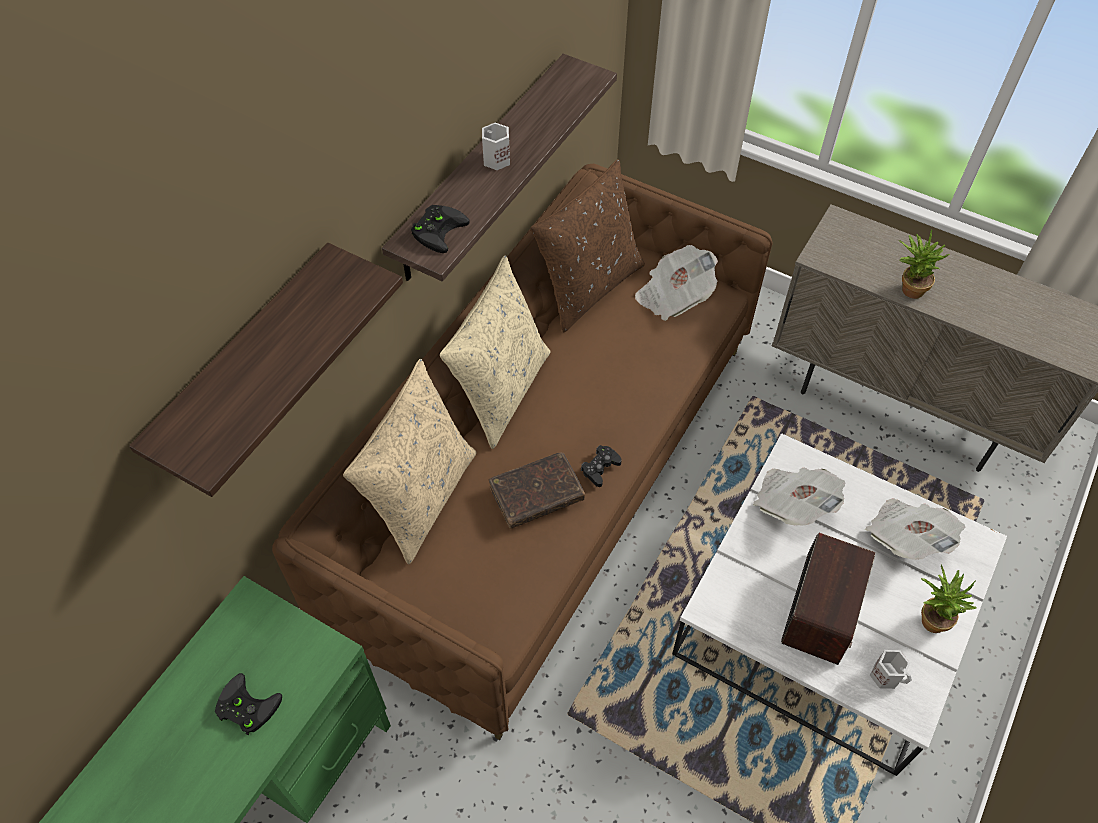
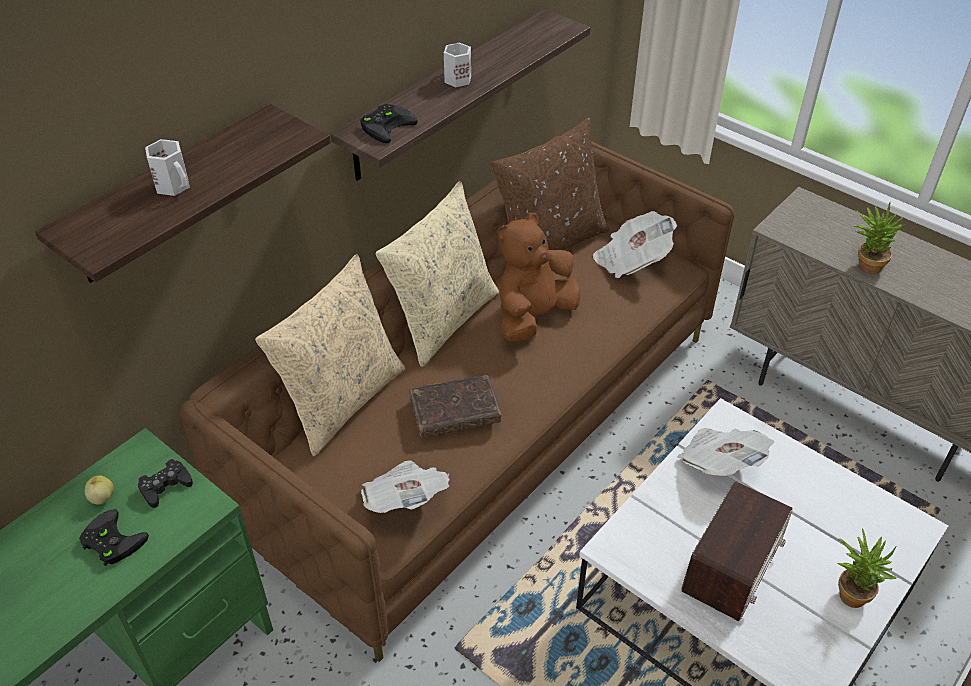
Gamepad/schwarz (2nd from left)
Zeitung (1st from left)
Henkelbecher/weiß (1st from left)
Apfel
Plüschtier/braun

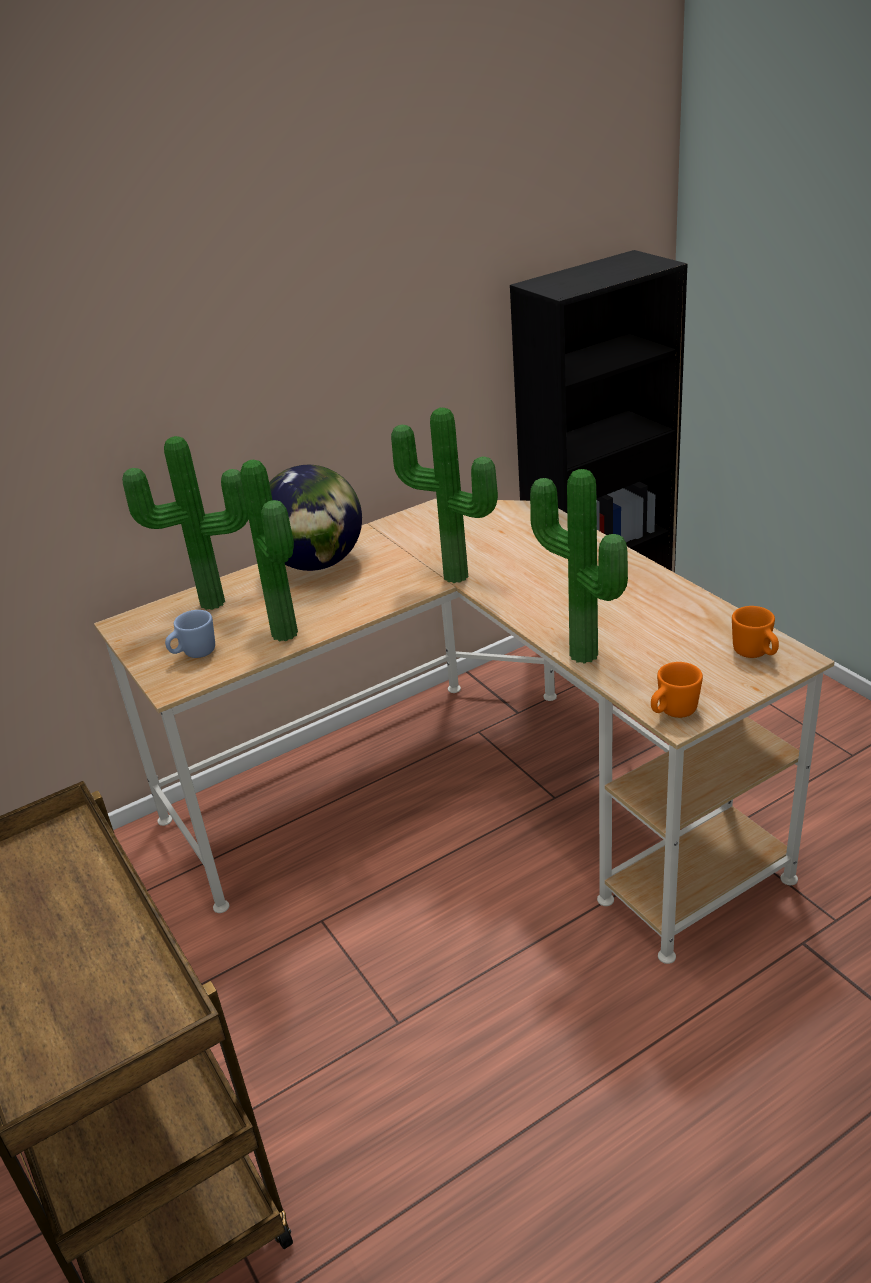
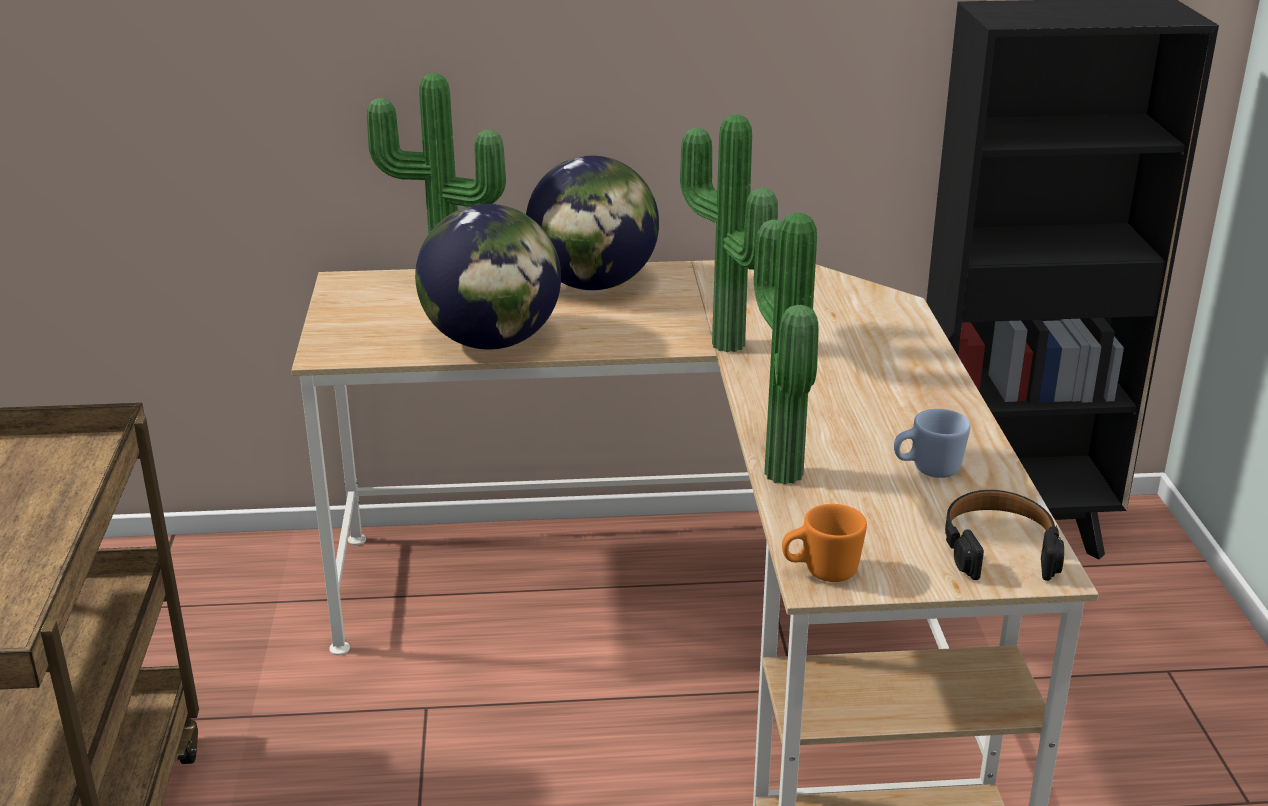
Henkelbecher/blau
Globus (1st from left)
Kopfhörer/schwarz

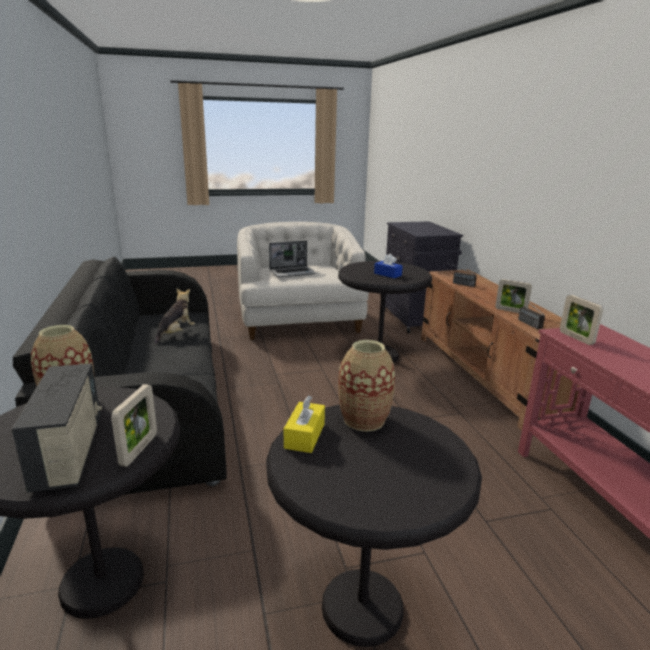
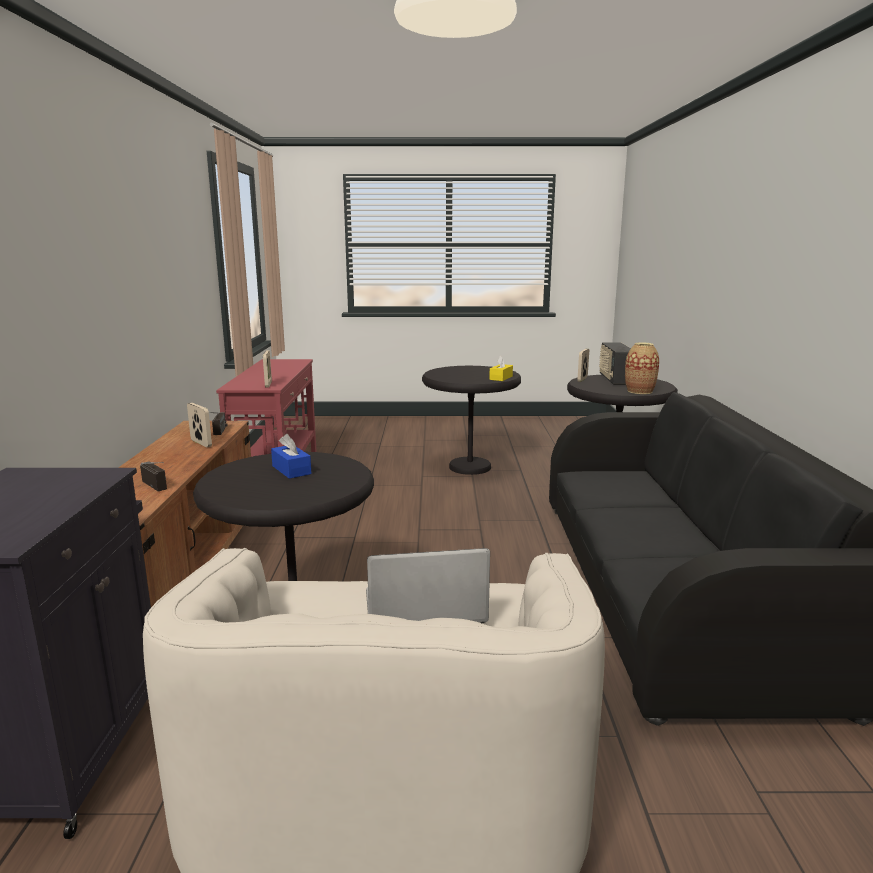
Plüschtier
Vase (2nd from left in the first image)

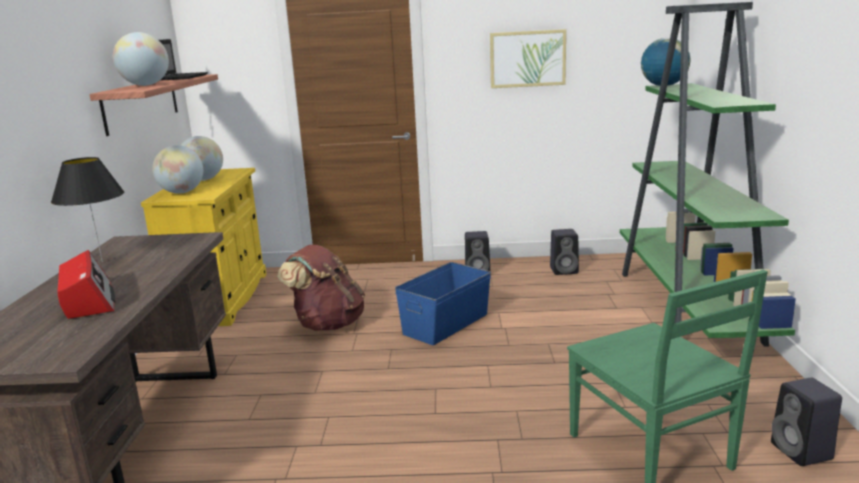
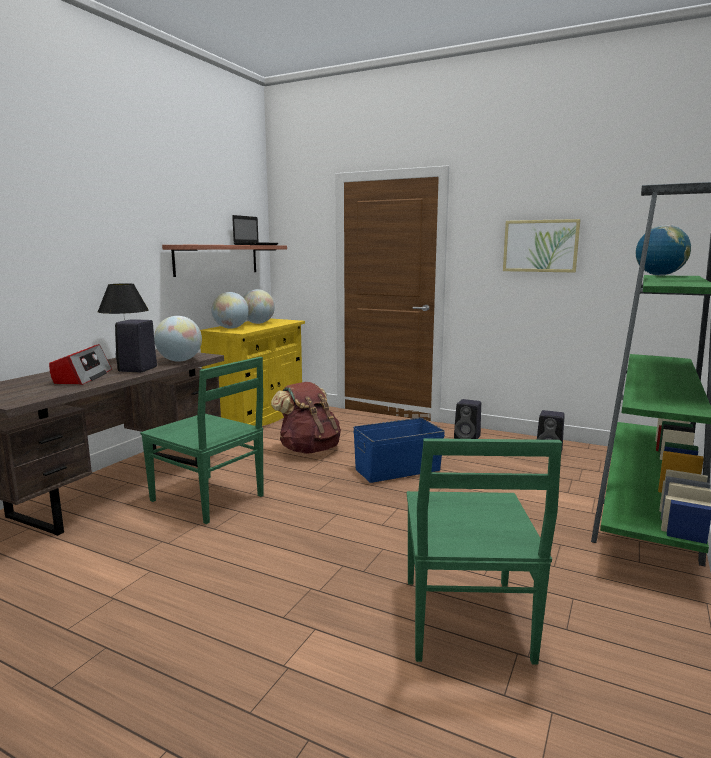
Globus (1st from left)
Lautsprecher/schwarz (1st from left)
Stuhl/grün (1st from left)

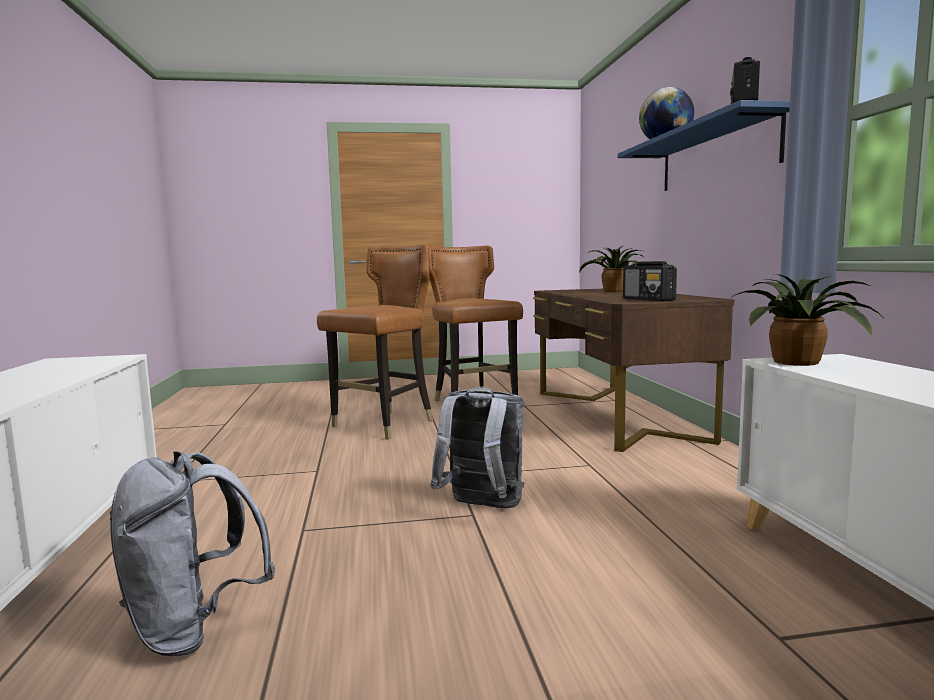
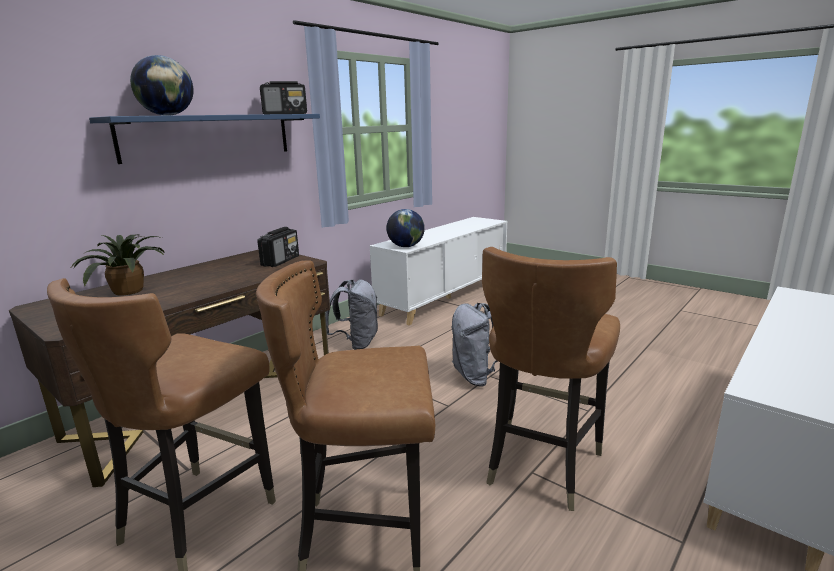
Rucksack/grau (1st from left)
Globus (2nd from left)
Stuhl/braun (3rd from left)

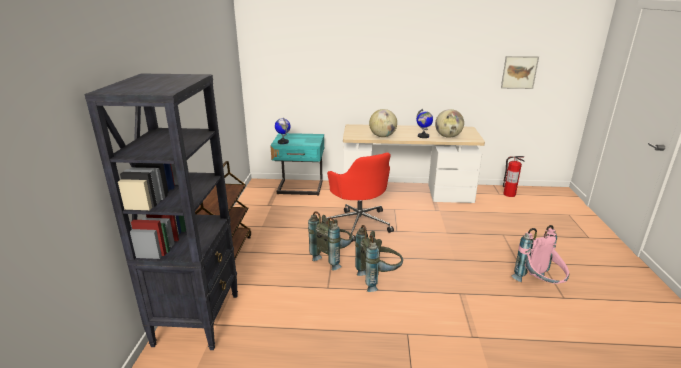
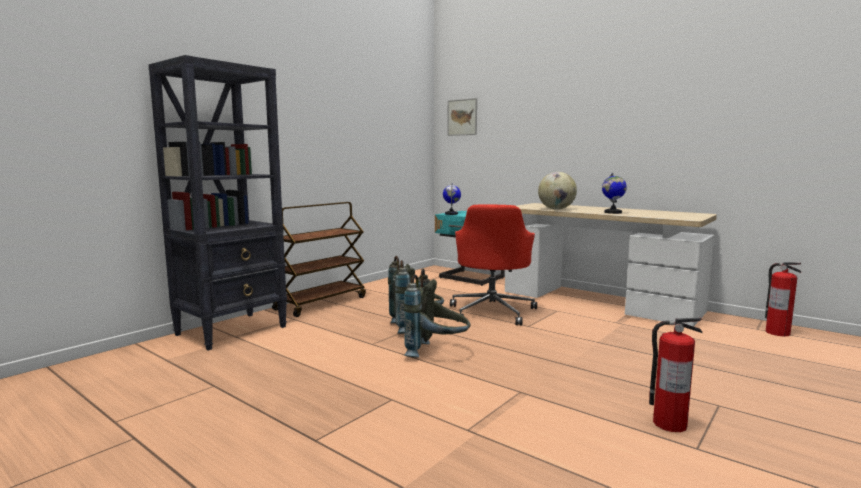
Globus (4th from left in the first image)
Bild
Feuerlöscher (1st from left)

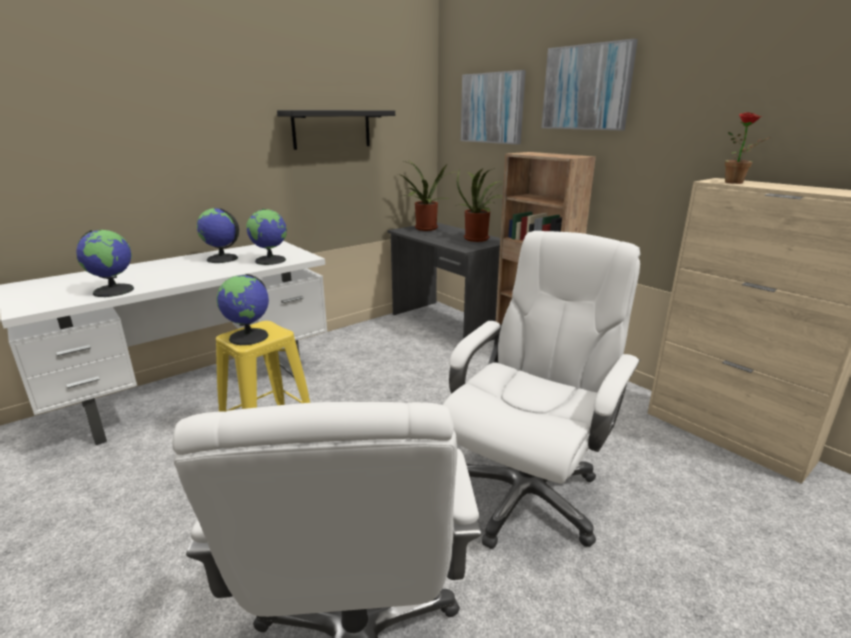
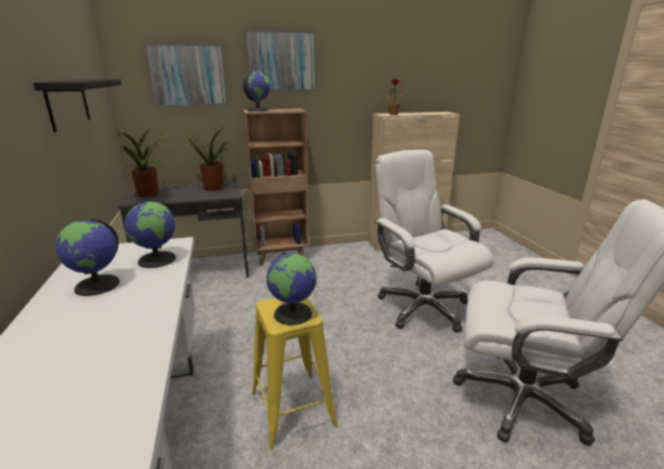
Globus (3rd from left)

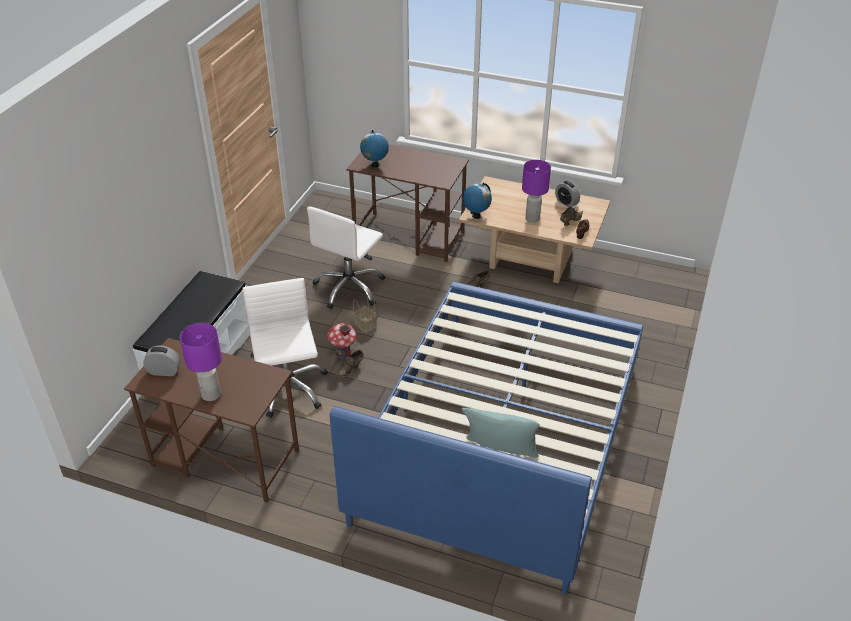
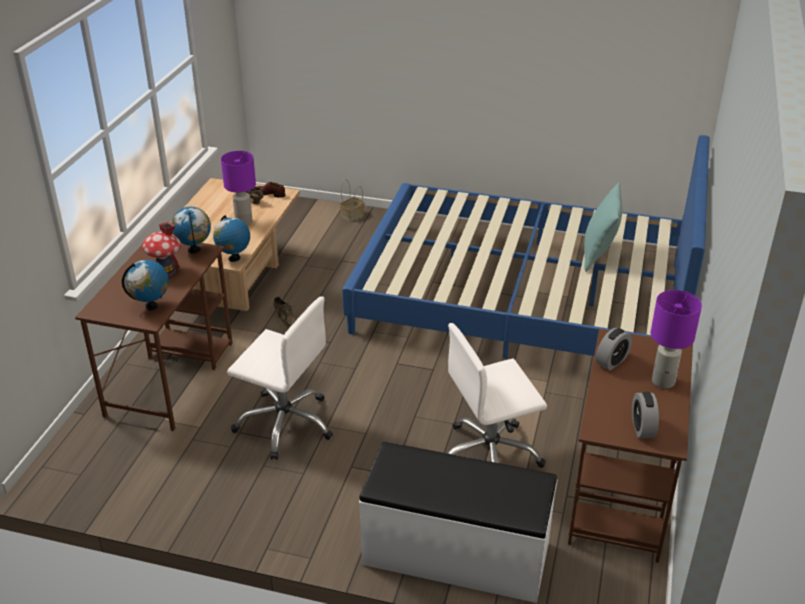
Spielzeughaus
Schuh/braun (1st from left in the first image)
Korb
Wecker (1st from left)
Globus (2nd from left)

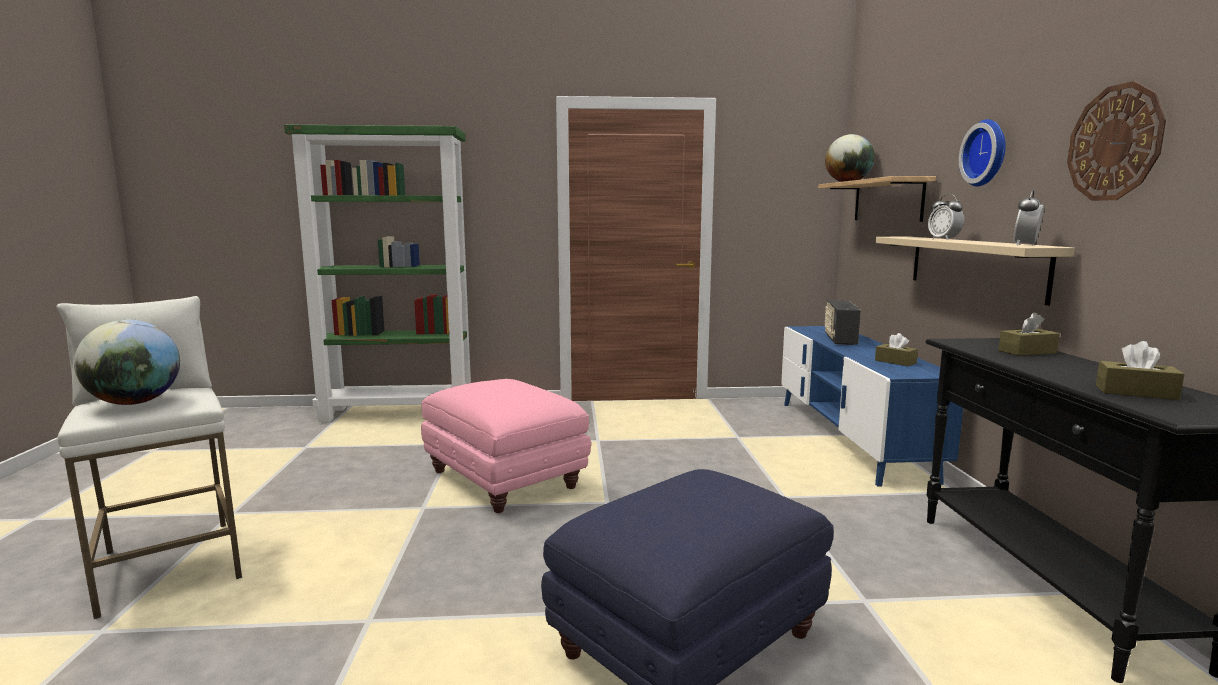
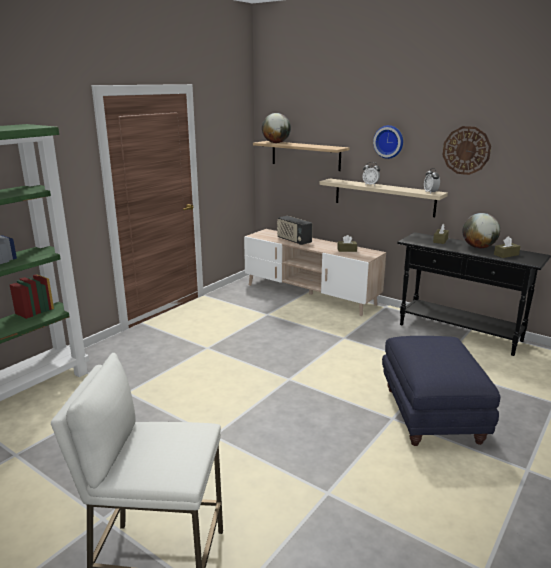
Globus (2nd from left)
Polsterhocker/rosa
Fernsehschrank/beige

